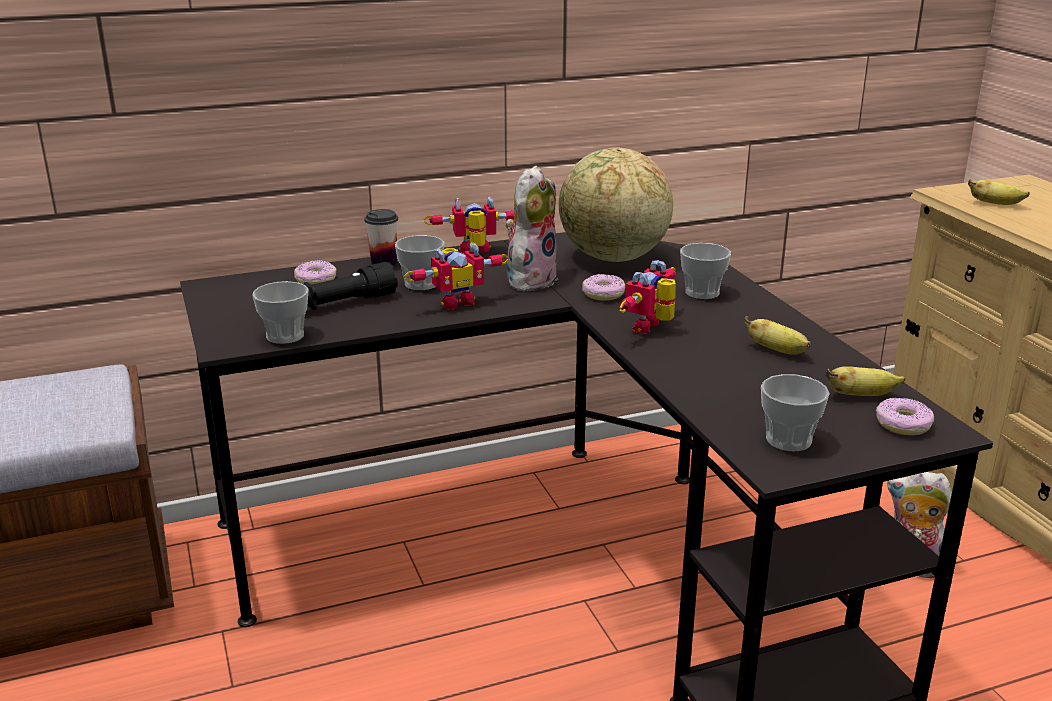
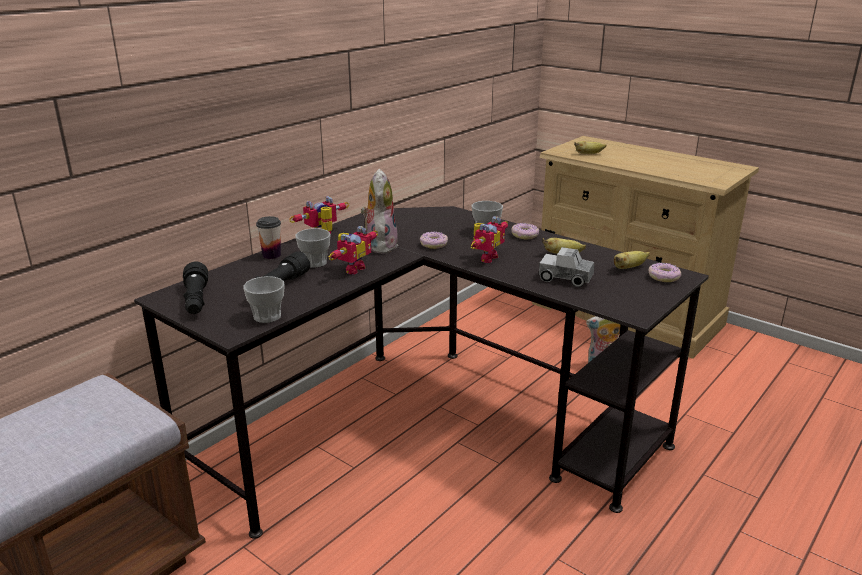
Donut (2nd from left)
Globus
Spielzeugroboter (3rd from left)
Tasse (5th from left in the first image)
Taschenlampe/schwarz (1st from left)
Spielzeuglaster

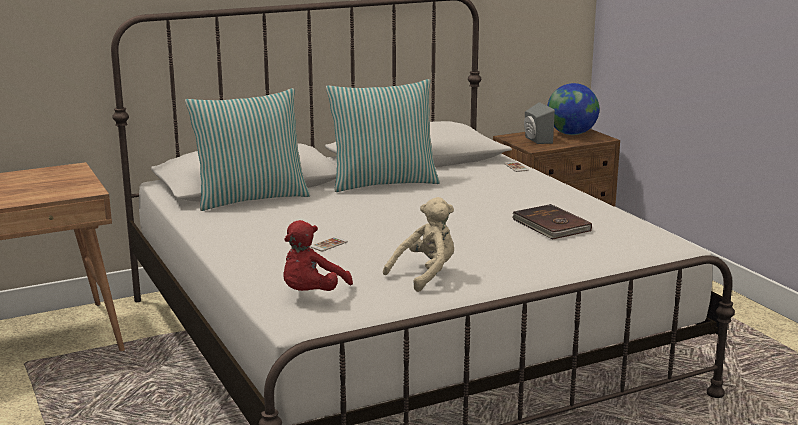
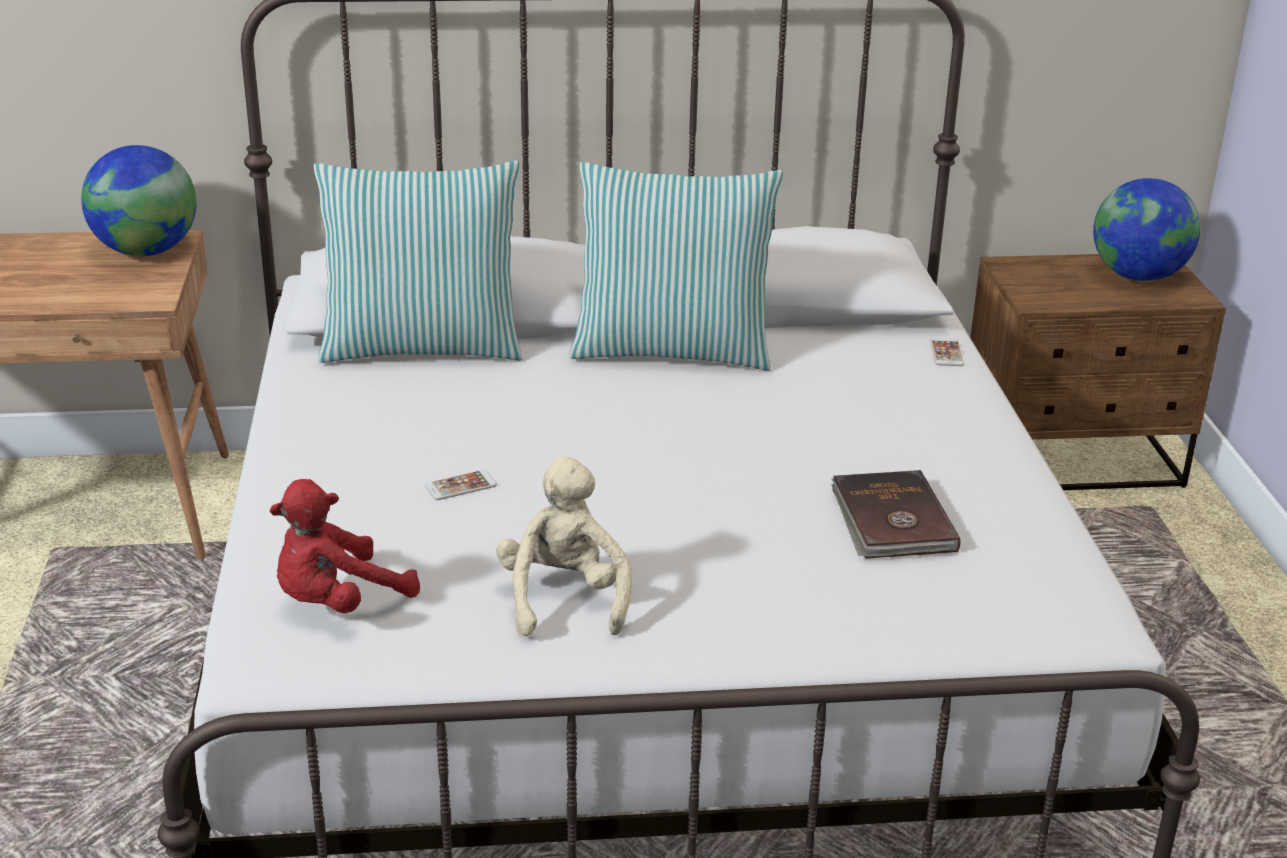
Plüschtier/beige
Lautsprecher/grau
Globus (1st from left)

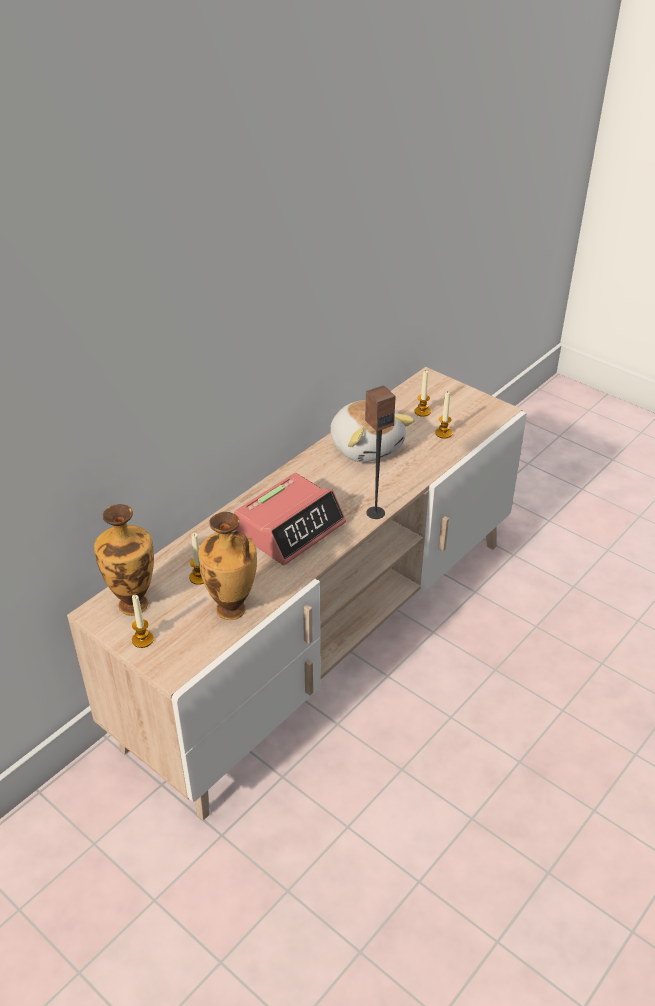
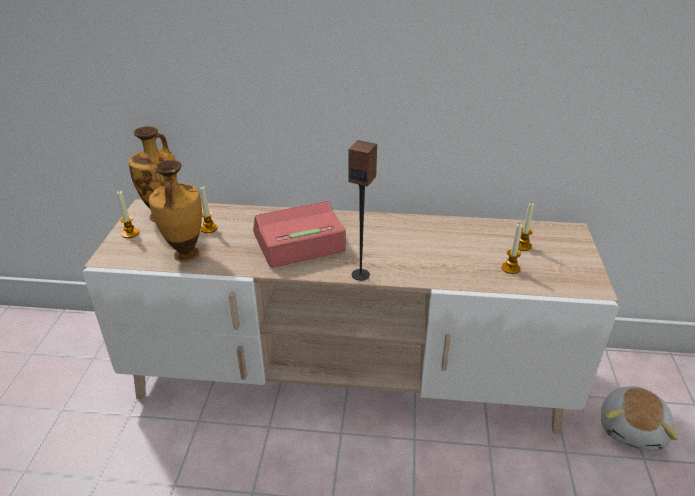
Wecker
Plüschtier

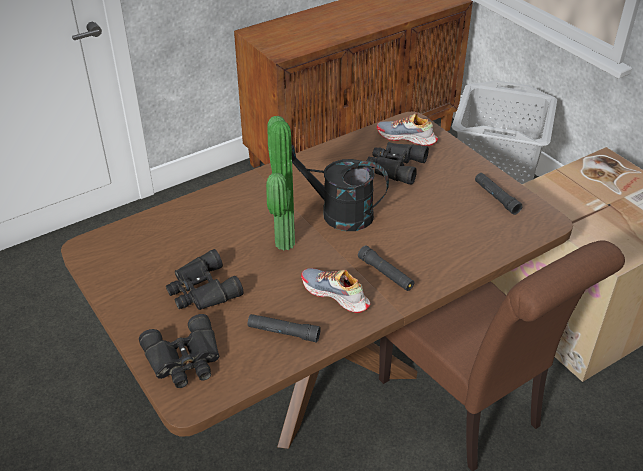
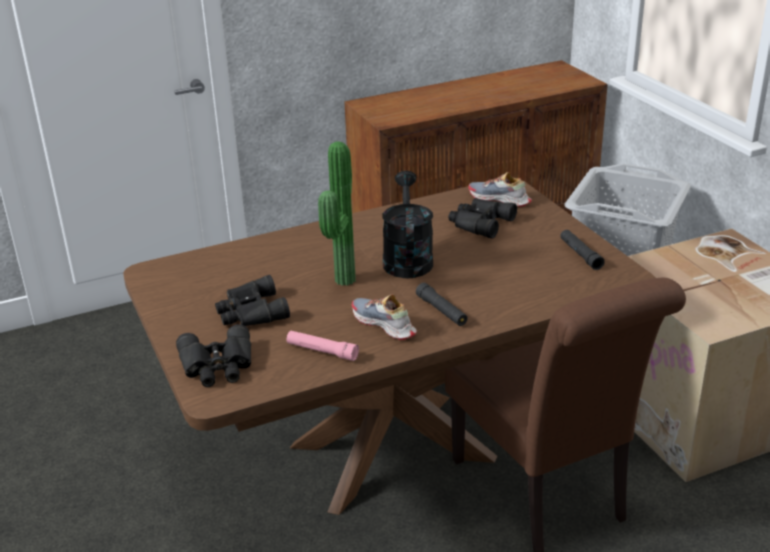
Taschenlampe/rosa
Gießkanne/schwarz

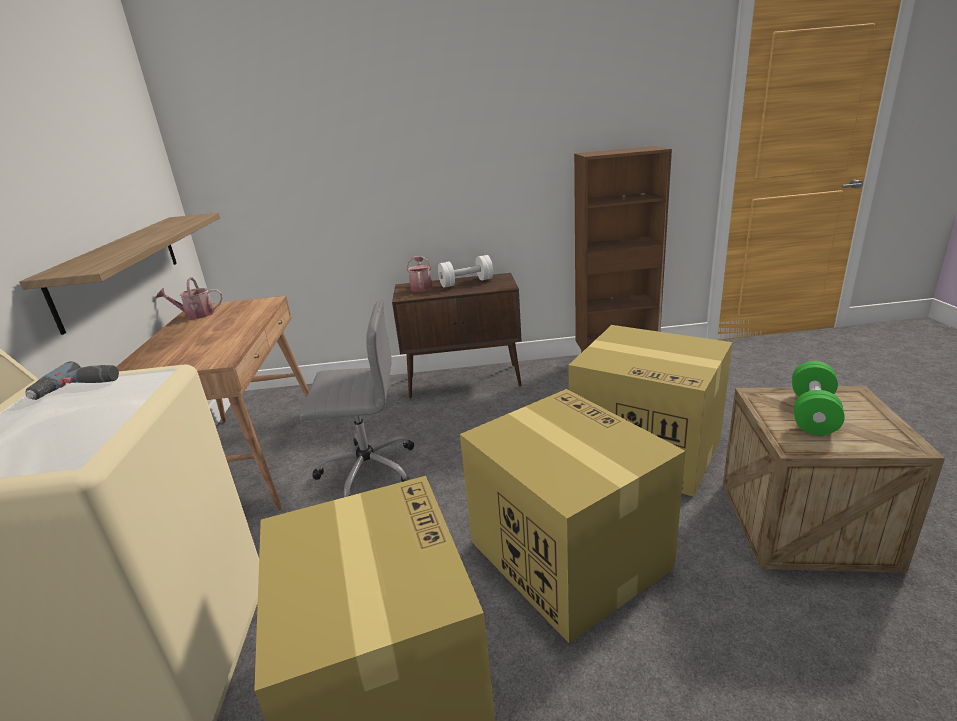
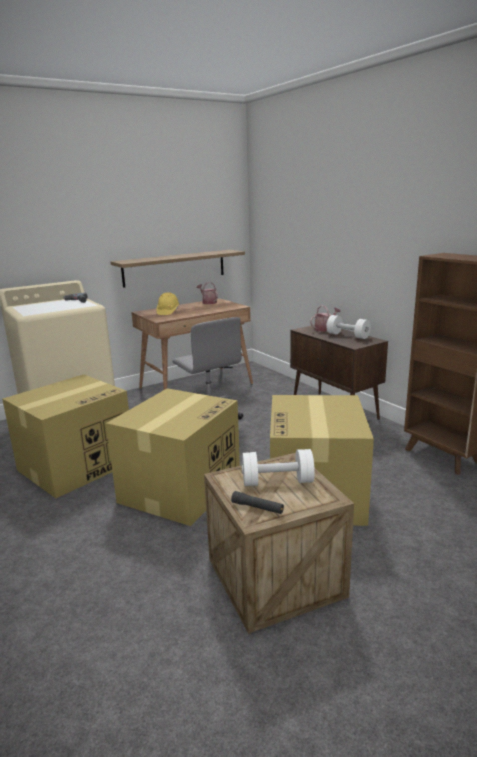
Hantel/weiß (1st from left)
Schutzhelm/gelb
Taschenlampe/schwarz

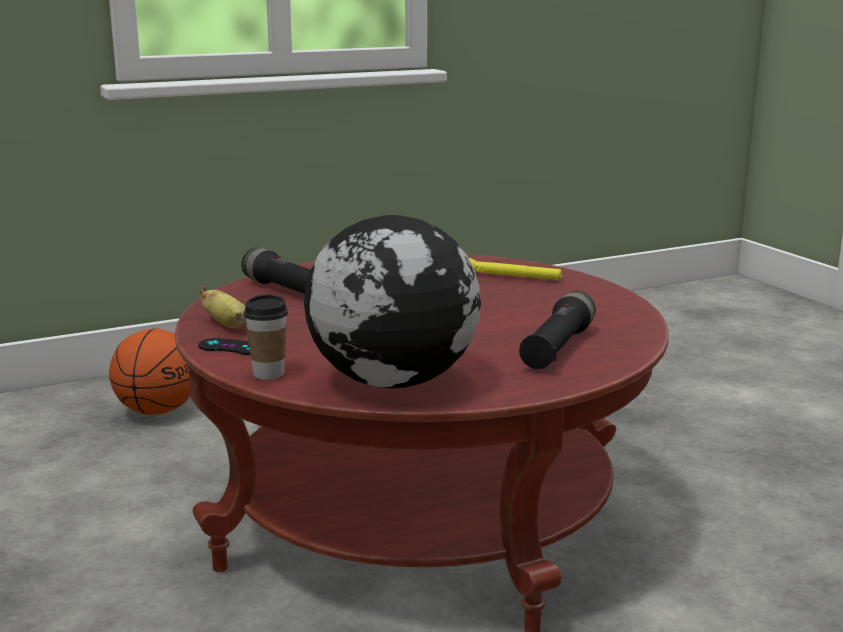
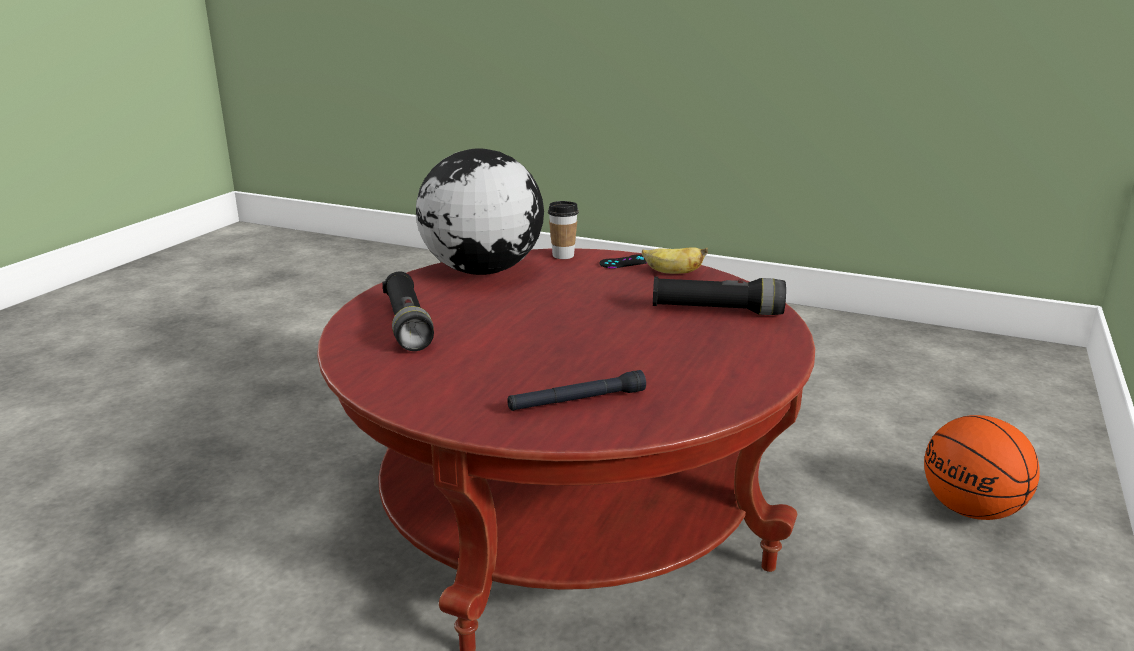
Taschenlampe/schwarz (2nd from left)

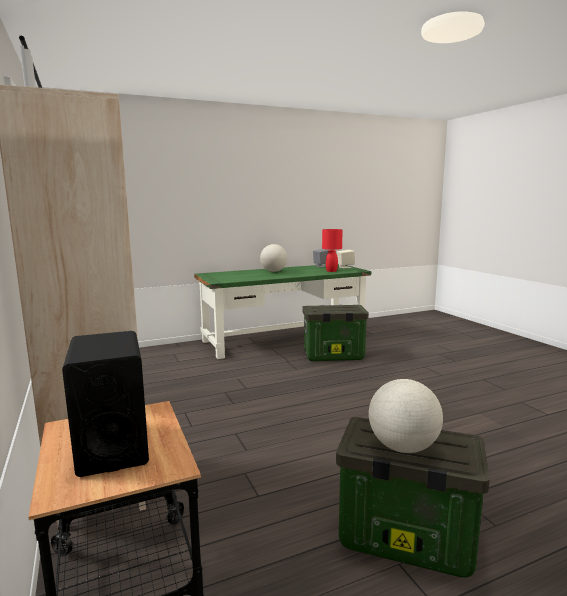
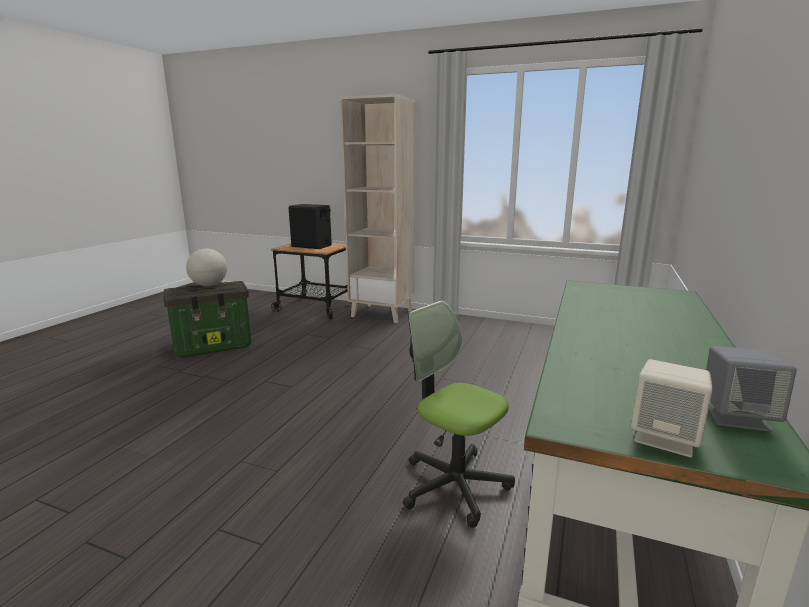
Globus (1st from left in the first image)
Bürostuhl
Tischlampe/rot

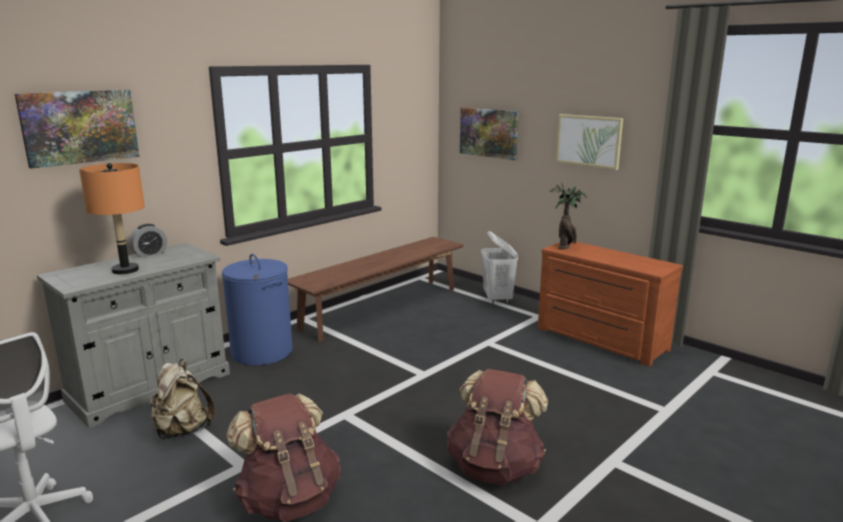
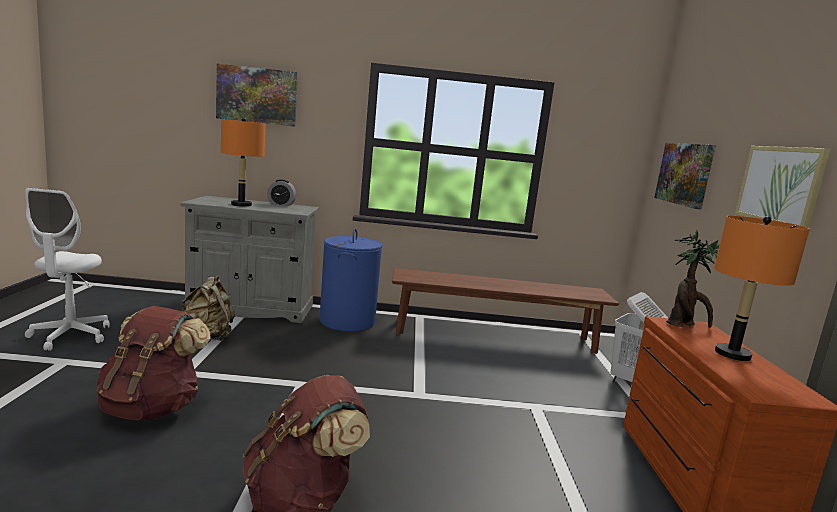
Tischlampe/orange (2nd from left)

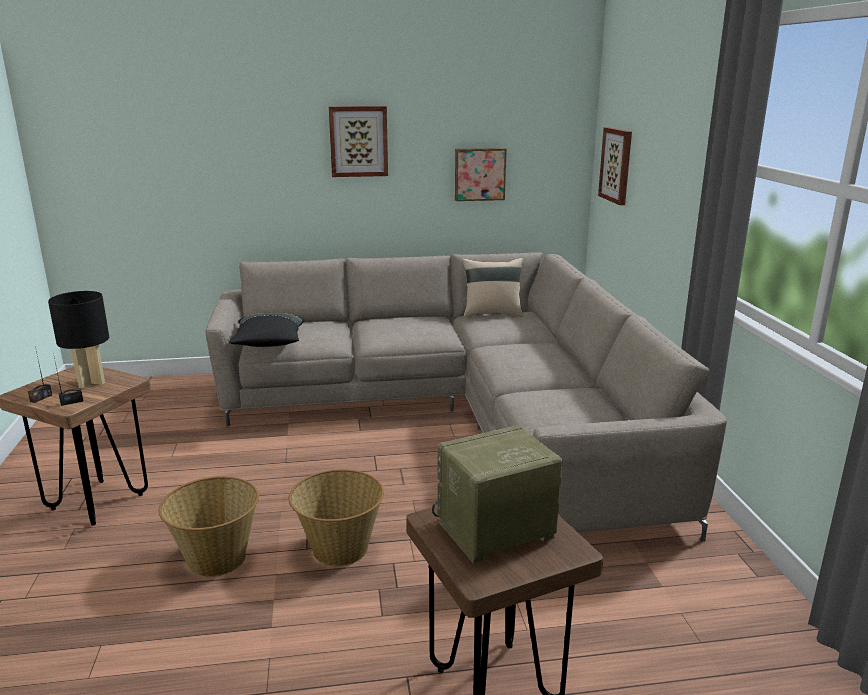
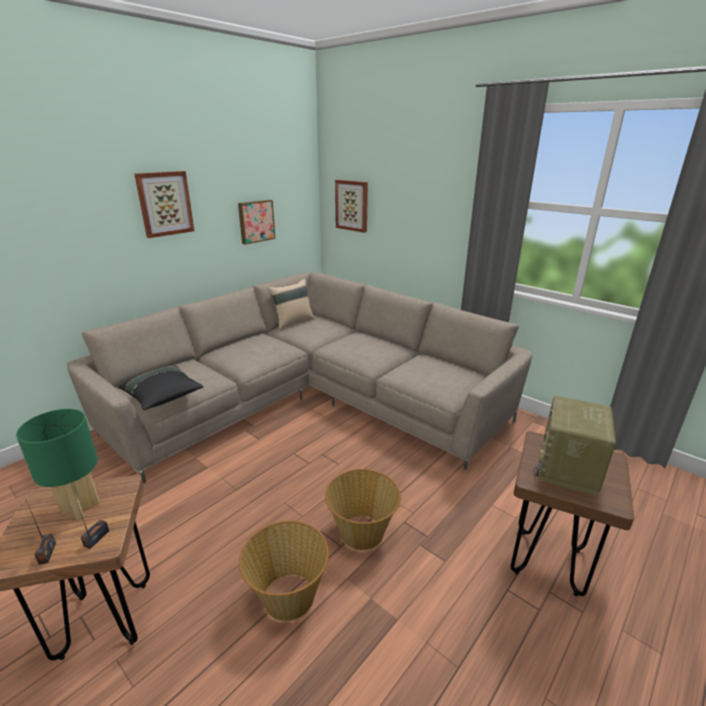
Tischlampe/grün

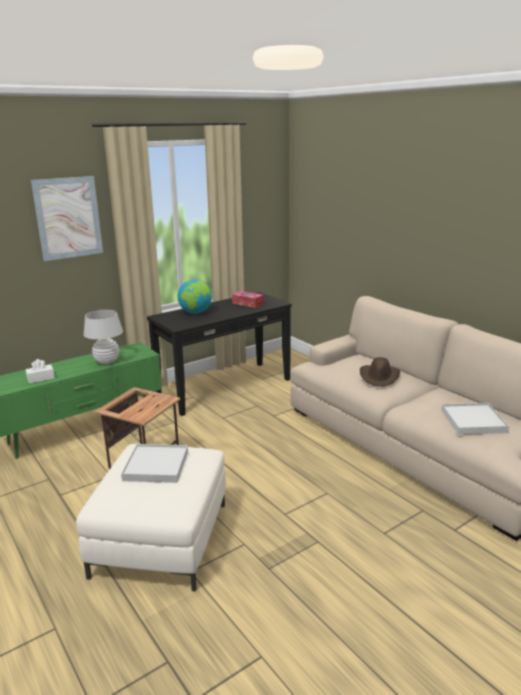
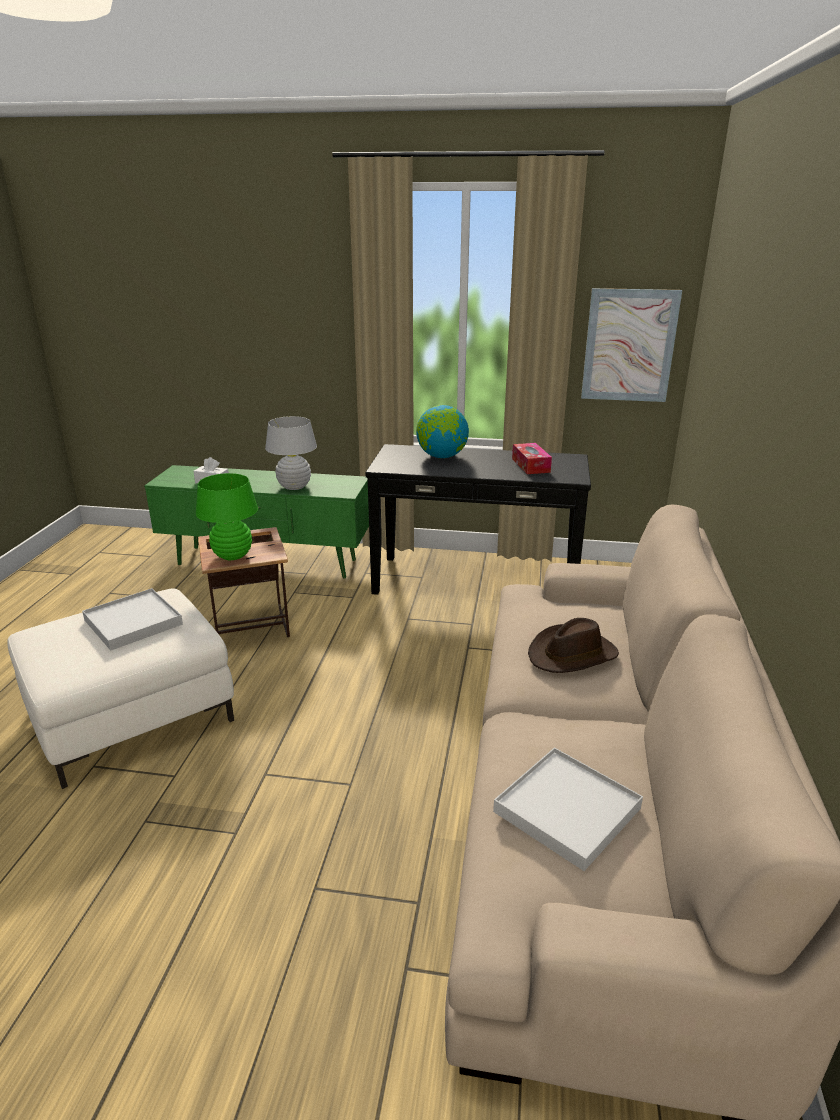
Bild
Tischlampe/grün

